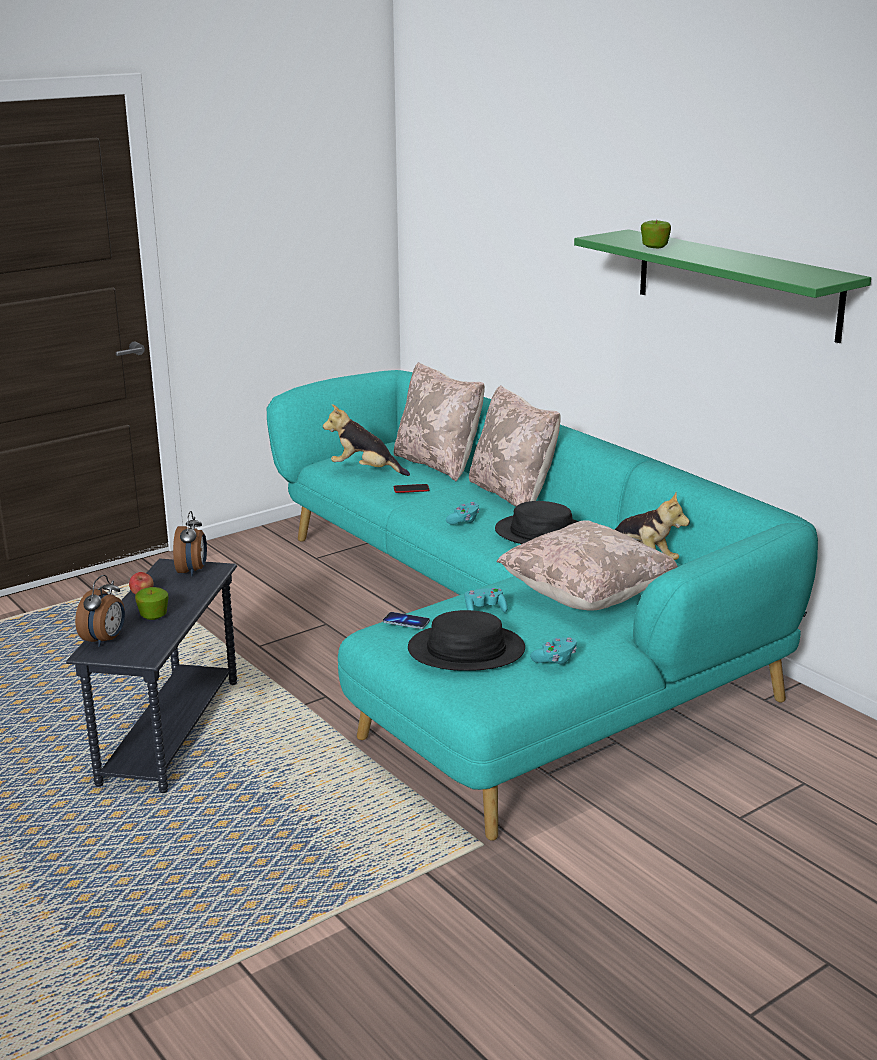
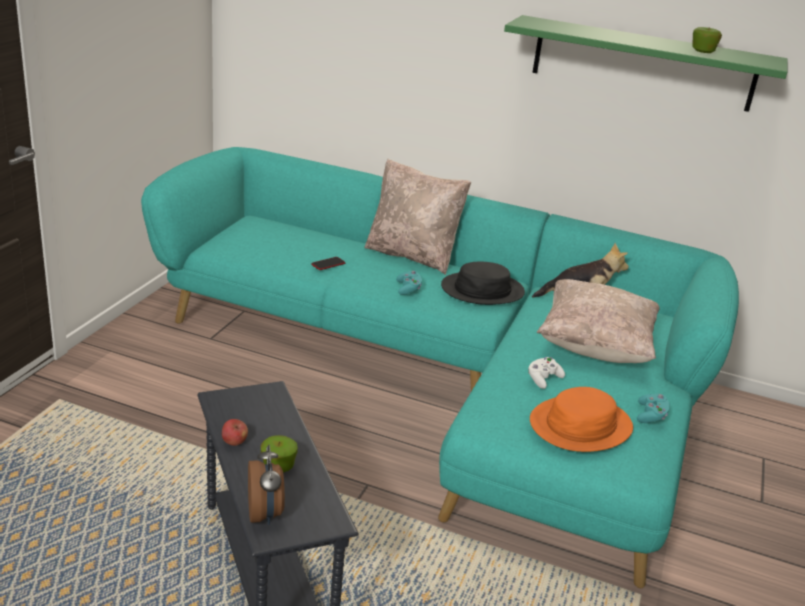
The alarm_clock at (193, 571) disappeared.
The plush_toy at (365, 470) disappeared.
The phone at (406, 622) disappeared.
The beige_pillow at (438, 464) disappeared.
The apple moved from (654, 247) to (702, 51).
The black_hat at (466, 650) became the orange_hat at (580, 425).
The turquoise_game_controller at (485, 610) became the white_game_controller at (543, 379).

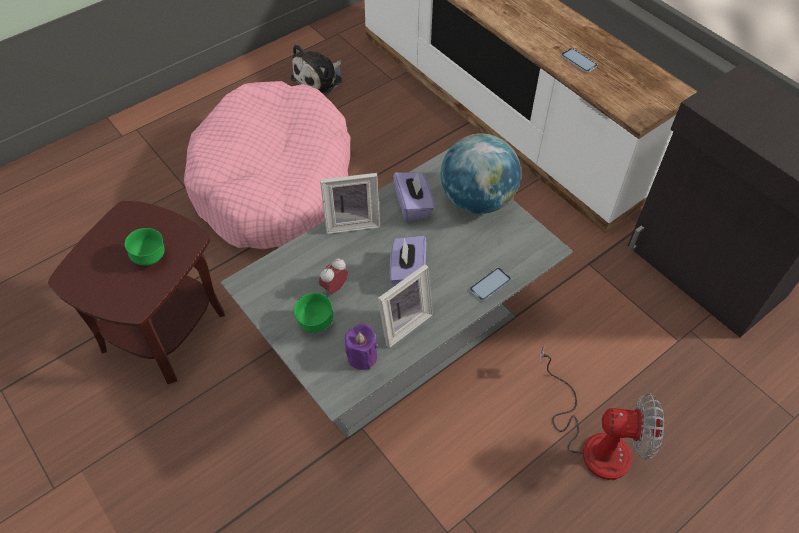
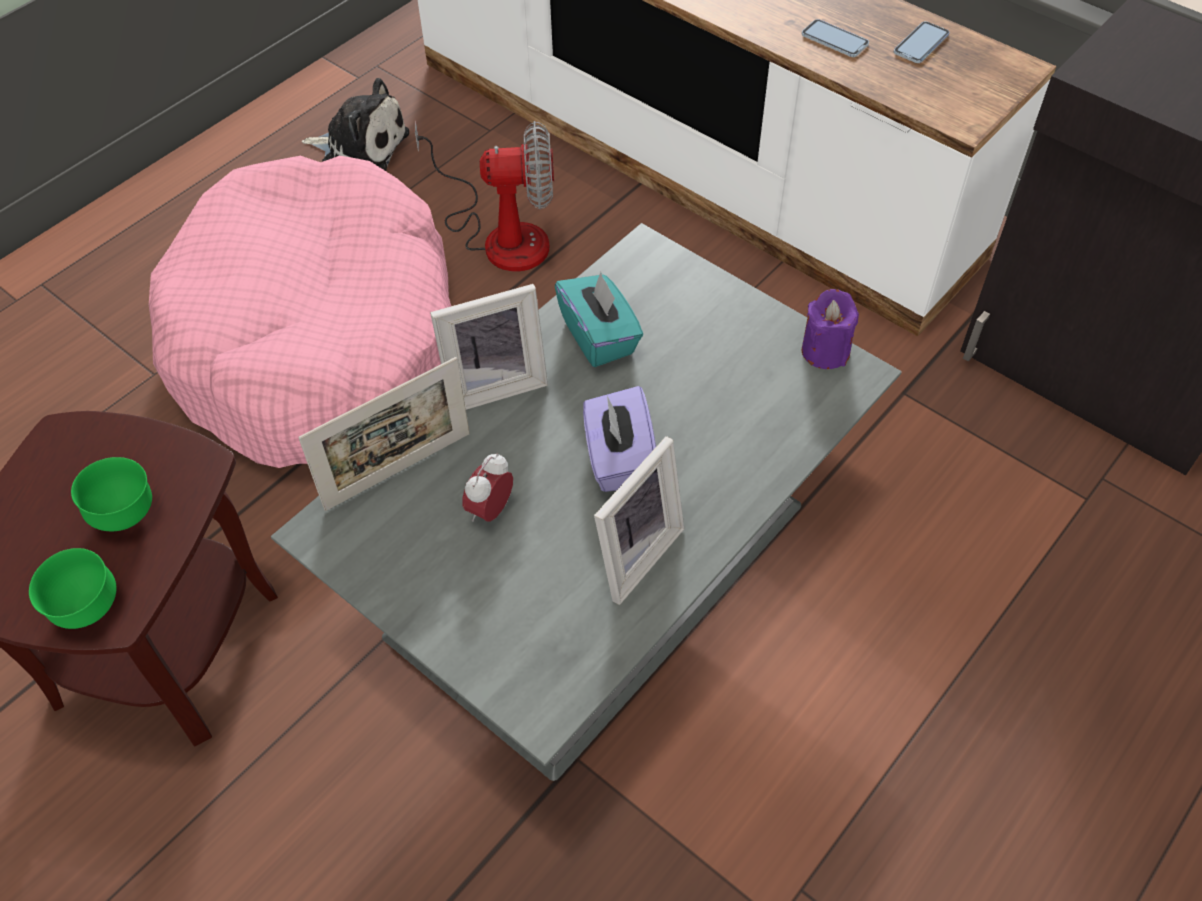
The globe at (477, 200) disappeared.
The picture_frame at (398, 471) appeared.
The green_bowl moved from (315, 324) to (88, 609).
The purple_candle moved from (362, 356) to (825, 351).
The phone moved from (490, 285) to (921, 44).
The fan moved from (594, 441) to (501, 235).
The purple_tissue_box at (413, 205) became the turquoise_tissue_box at (599, 337).
The plush_toy at (319, 79) turned 105 degrees counterclockwise.

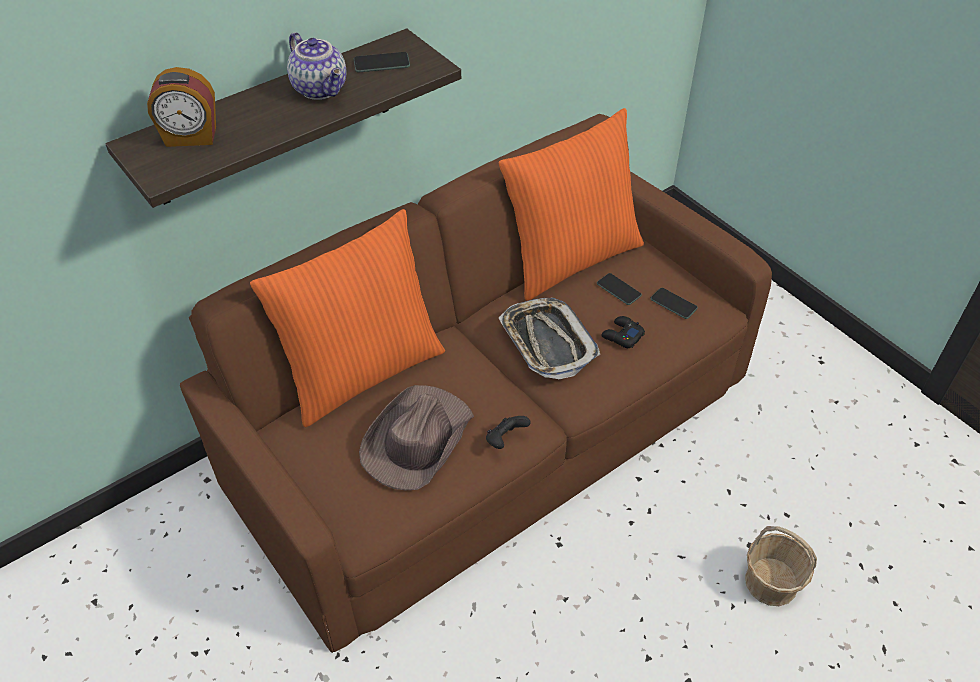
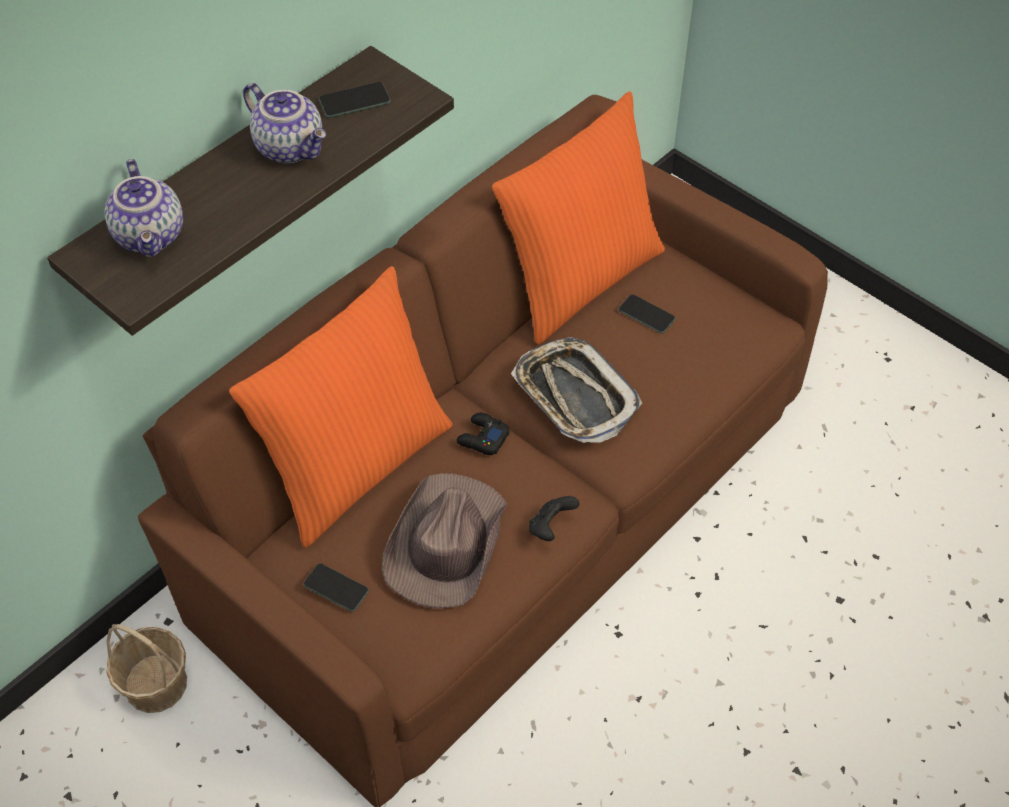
The black_game_controller moved from (622, 336) to (482, 438).
The phone moved from (673, 304) to (336, 588).
The basket moved from (771, 581) to (155, 683).
The alarm_clock at (191, 137) was replaced by the teapot at (152, 236).

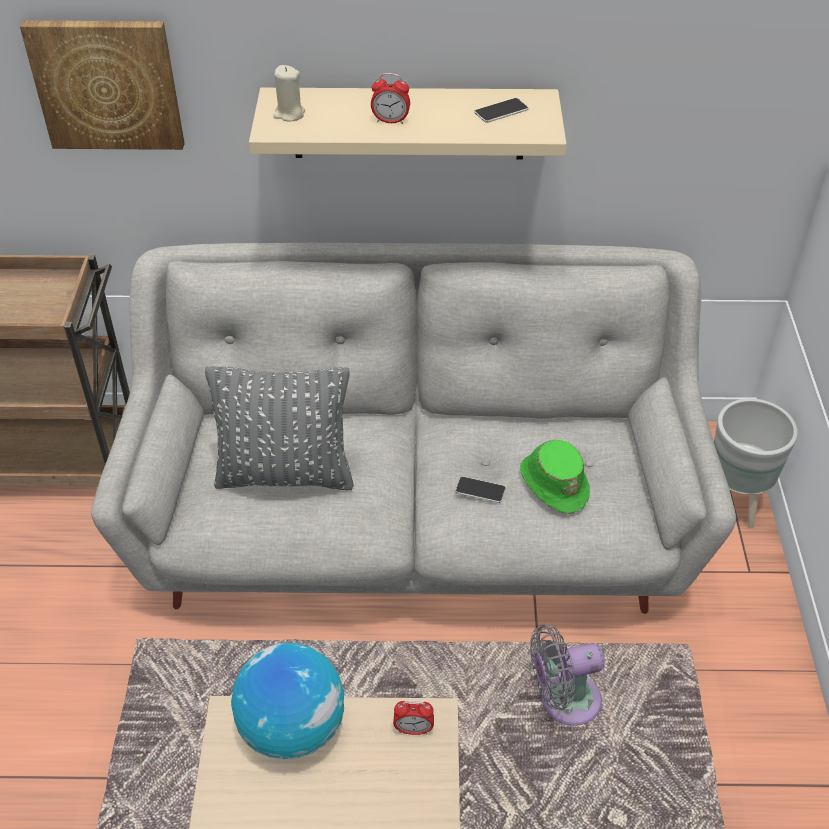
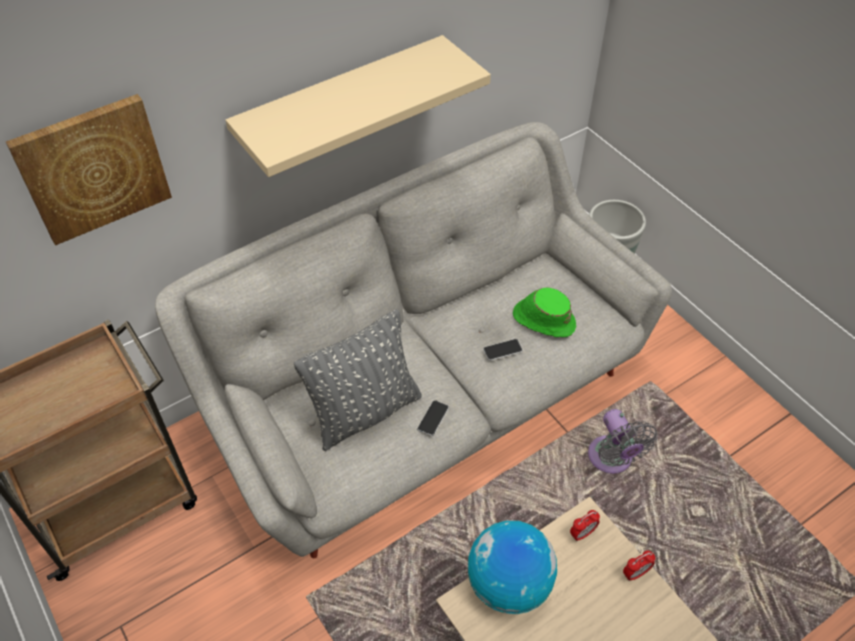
The beige_candle at (289, 114) disappeared.
The alarm_clock moved from (390, 121) to (635, 573).
The phone moved from (501, 111) to (433, 418).
The grey_fan at (563, 701) turned 60 degrees counterclockwise.

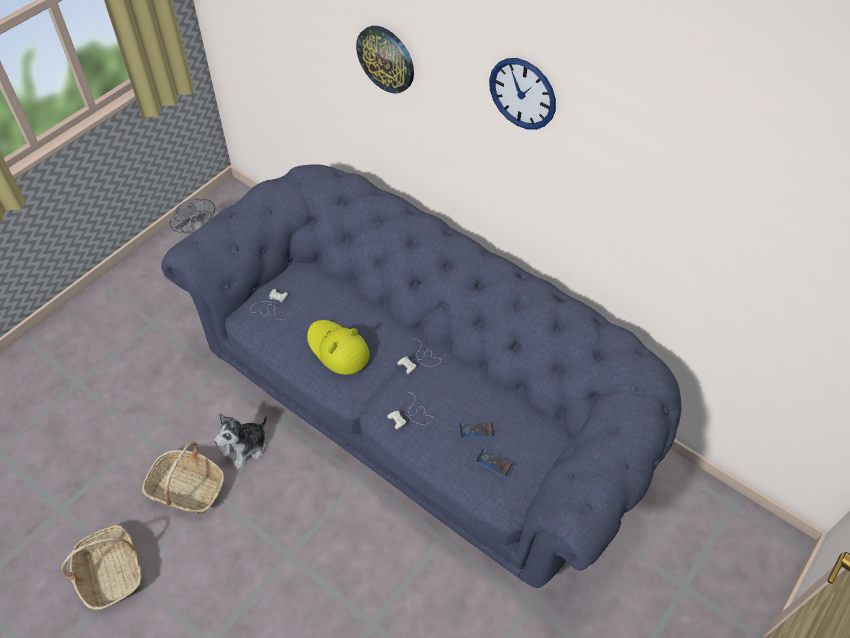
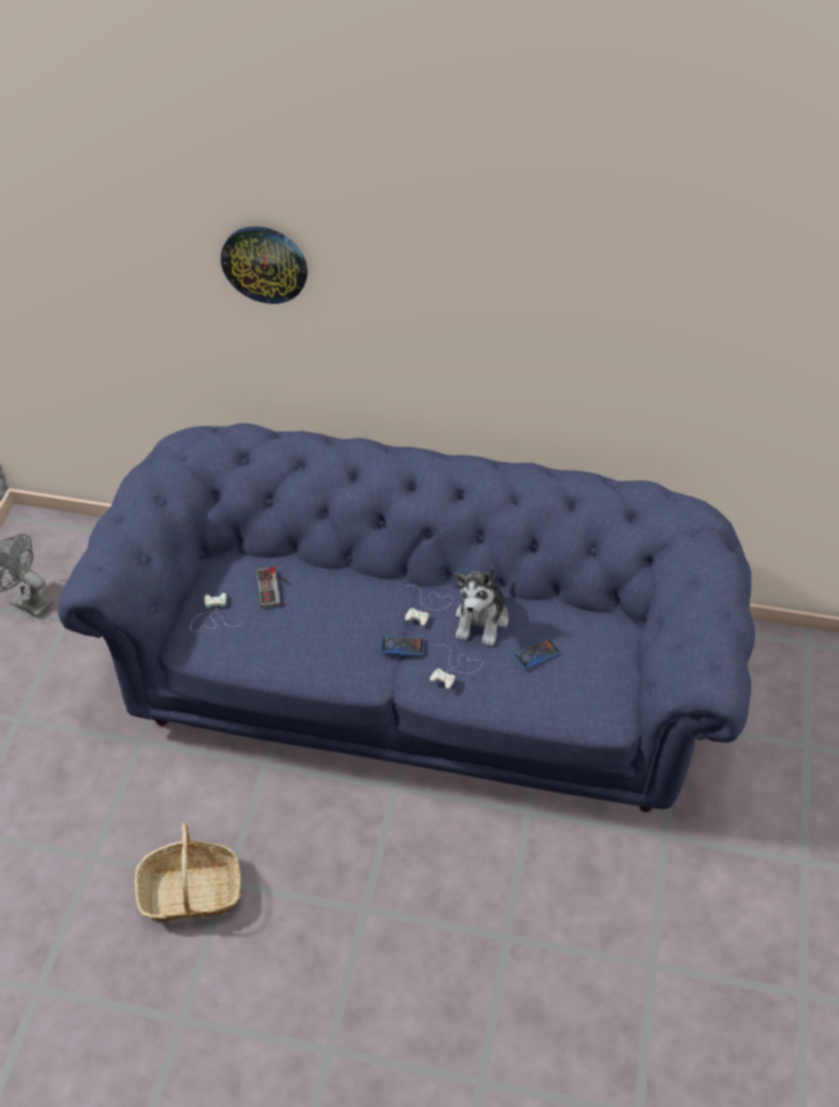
The basket at (111, 572) disappeared.
The yellow_hat at (337, 349) disappeared.
The wall_clock at (522, 93) disappeared.
The game_controller at (274, 588) appeared.
The plush_toy moved from (246, 447) to (481, 620).
The phone moved from (494, 463) to (402, 646).

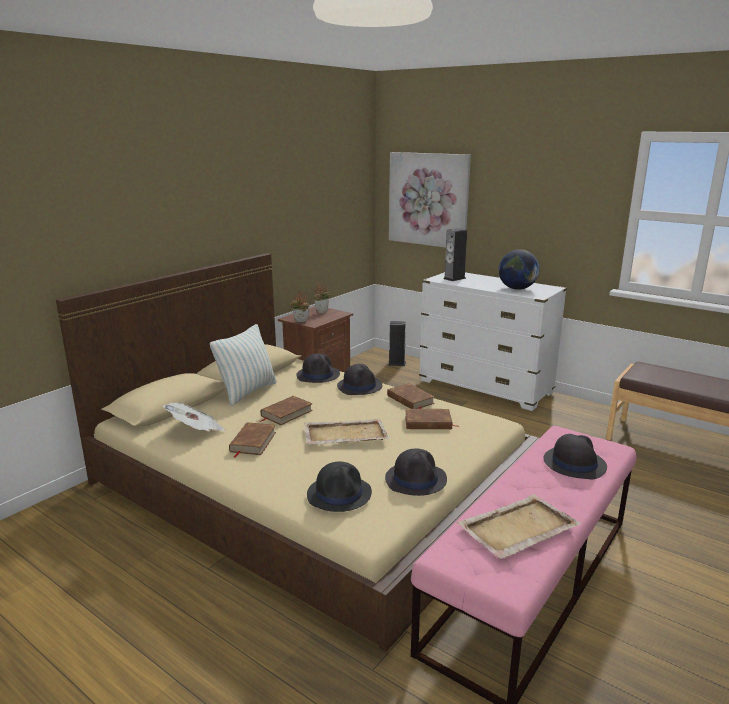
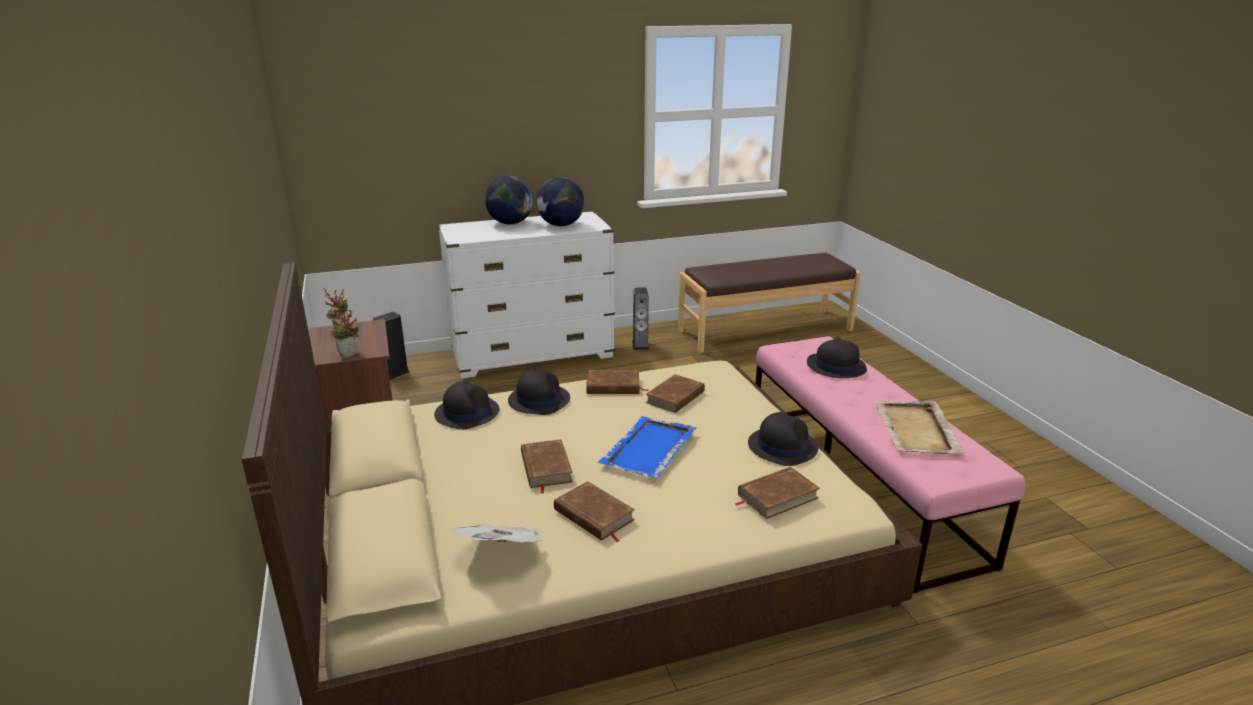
The pillow at (247, 392) disappeared.
The picture at (428, 199) disappeared.
The globe at (510, 223) appeared.
The speaker moved from (454, 278) to (640, 345).
The black_hat at (339, 494) was replaced by the brown_book at (777, 496).
The beige_tray at (344, 434) became the blue_tray at (648, 450).

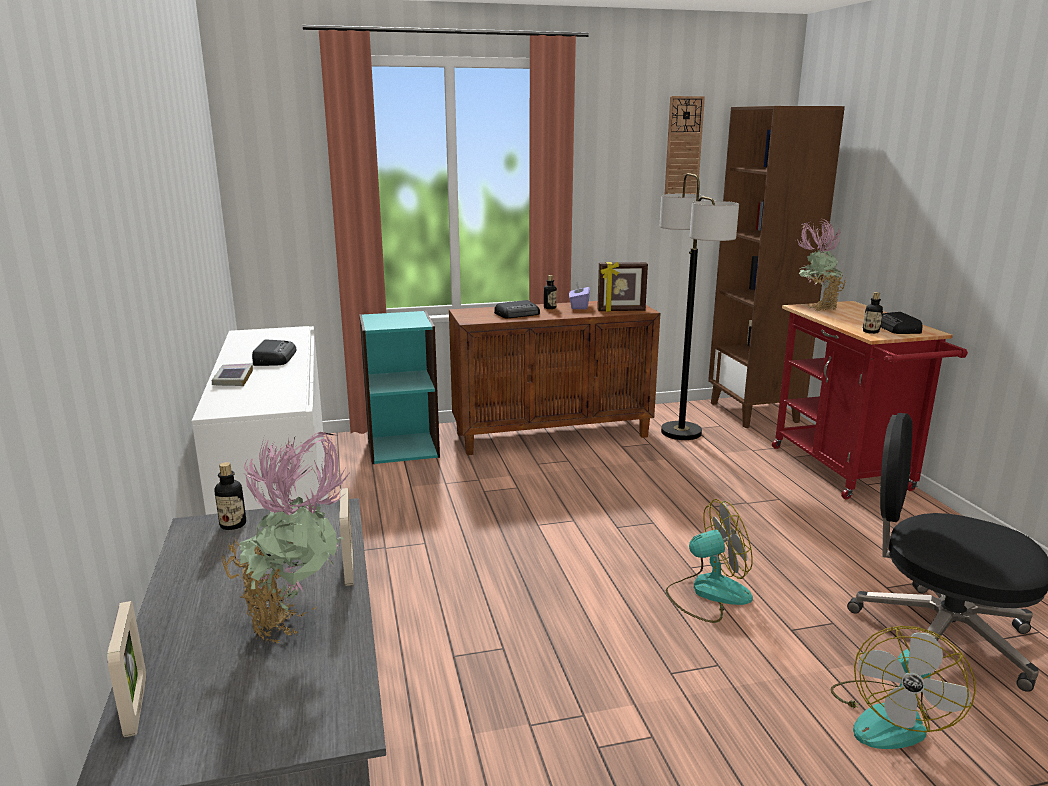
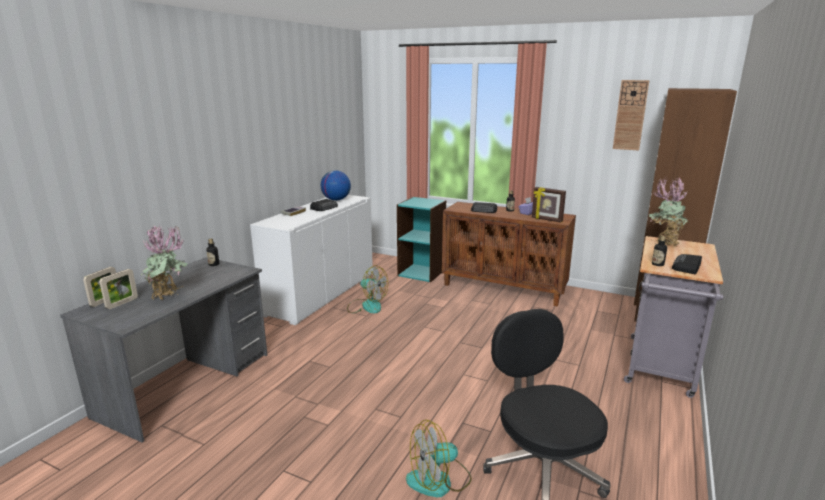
The floor_lamp at (681, 432) disappeared.
The globe at (336, 200) appeared.
The picture_frame moved from (349, 568) to (122, 303).
The fan moved from (708, 593) to (366, 306).
The red_cart at (846, 472) became the grey_cart at (660, 369).

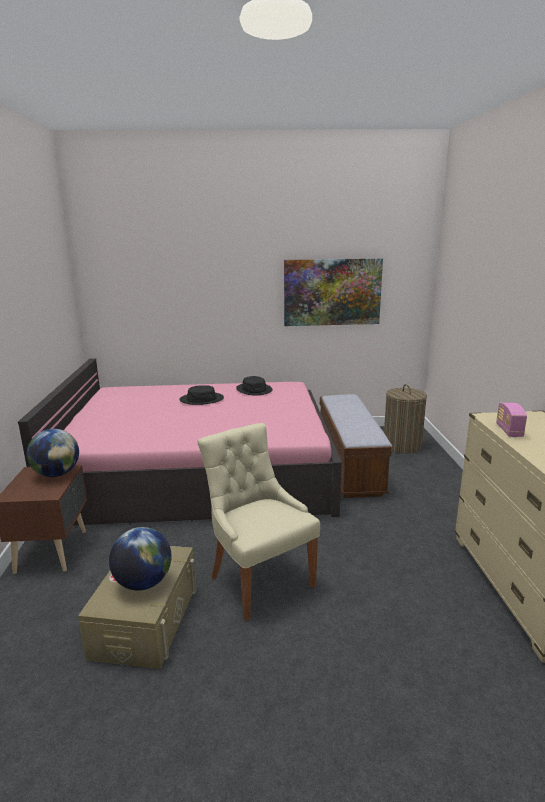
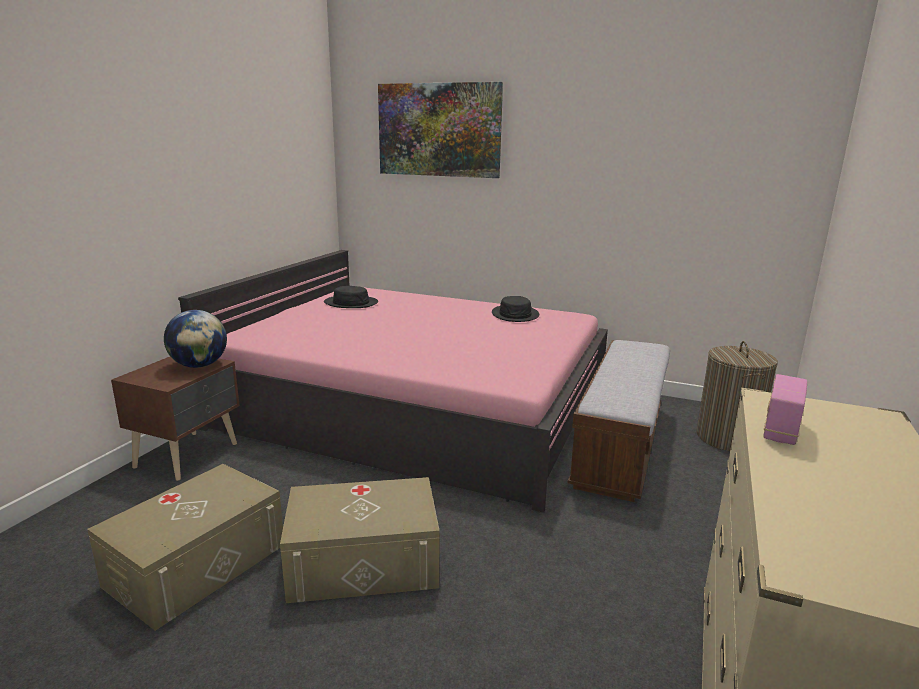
The globe at (143, 583) disappeared.
The black_hat moved from (201, 399) to (351, 303).
The picture moved from (332, 292) to (439, 130).
The beige_chair at (259, 579) was replaced by the beige_storage_box at (363, 562).

